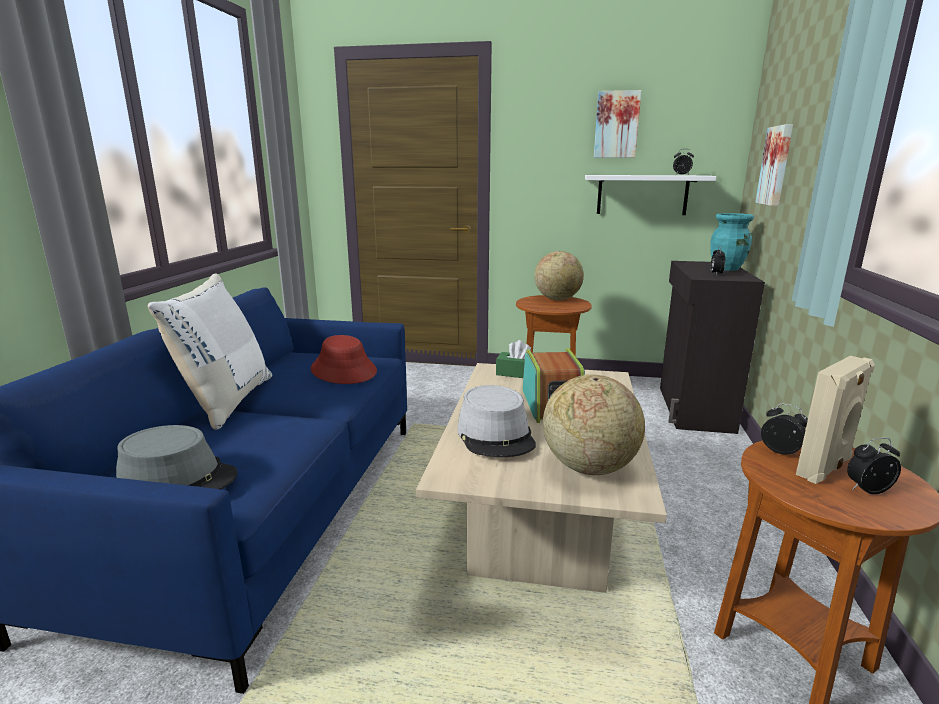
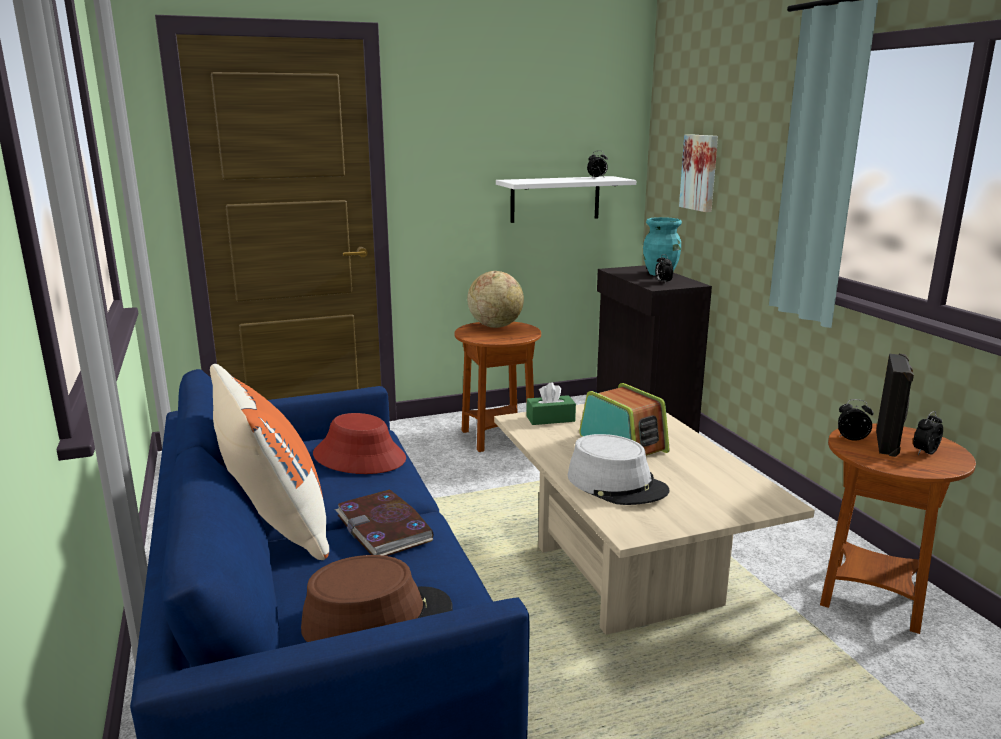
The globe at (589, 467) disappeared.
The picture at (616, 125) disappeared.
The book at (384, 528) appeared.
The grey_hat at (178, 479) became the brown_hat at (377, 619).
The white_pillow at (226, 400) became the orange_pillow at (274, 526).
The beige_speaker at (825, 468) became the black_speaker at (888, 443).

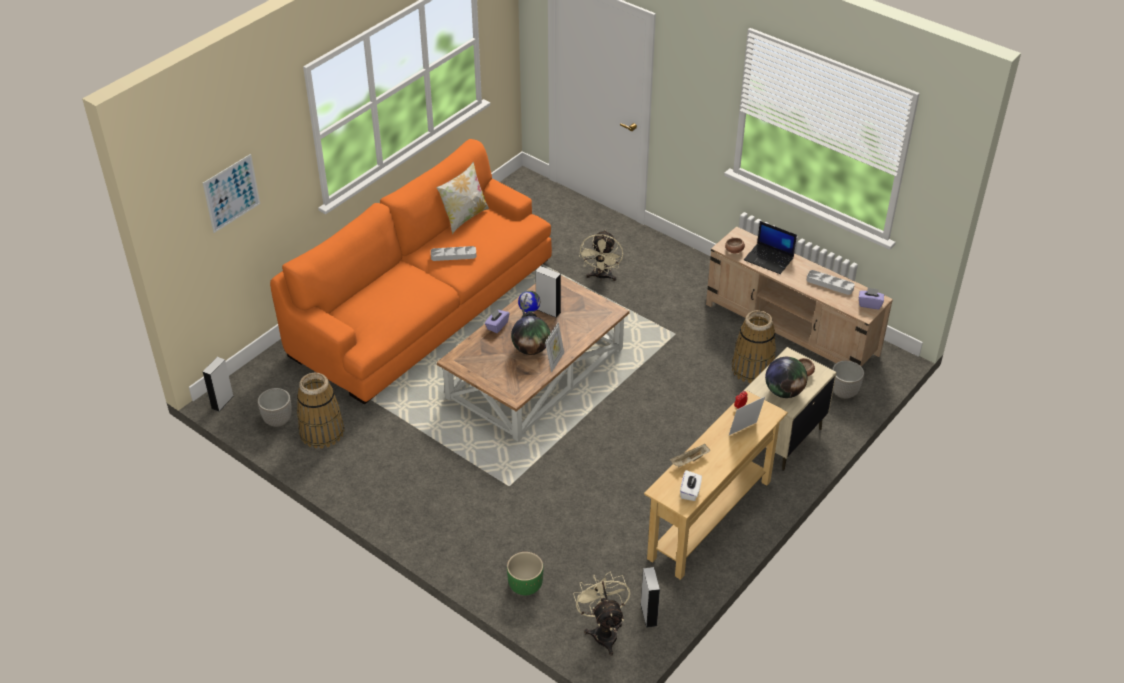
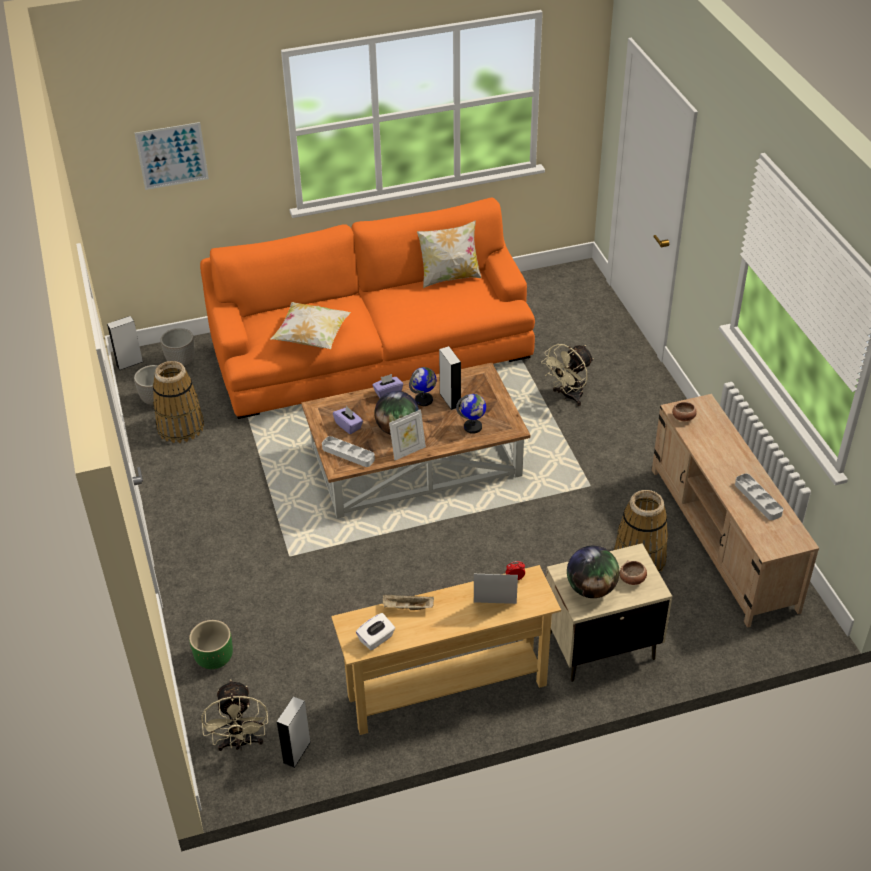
The laptop at (769, 259) disappeared.
The pillow at (312, 338) appeared.
The globe at (473, 427) appeared.
The grey_tray moved from (453, 255) to (348, 454).
The planter moved from (843, 392) to (181, 362).
The purple_tissue_box moved from (869, 304) to (348, 426).
The beige_fan at (603, 631) turned 150 degrees clockwise.

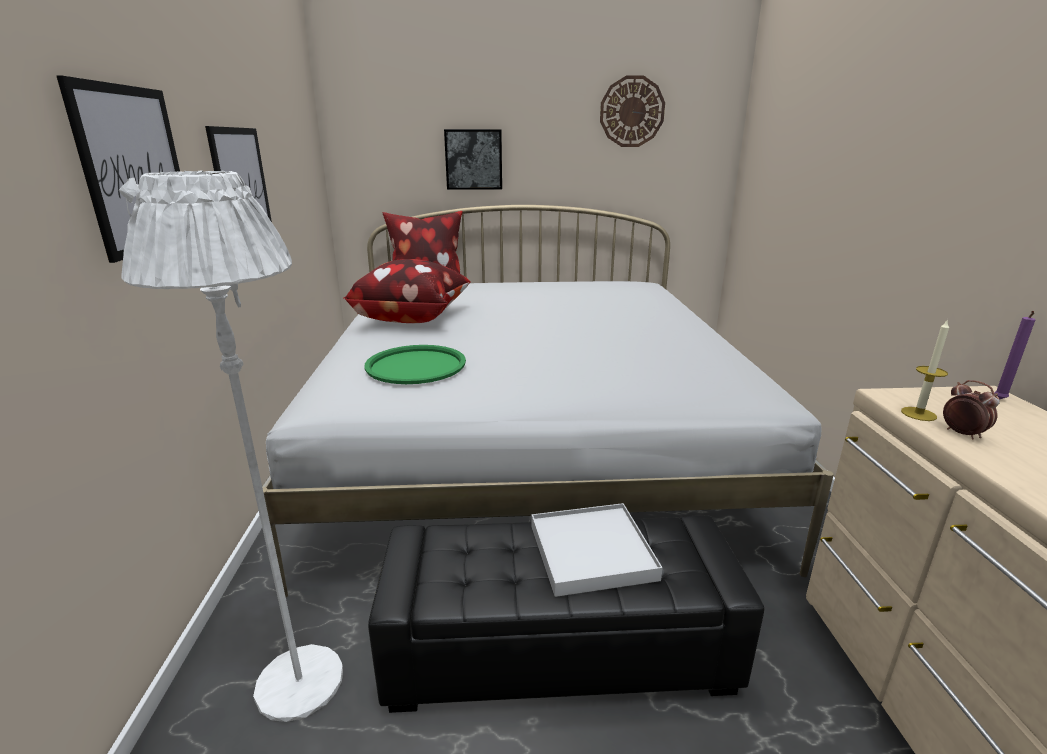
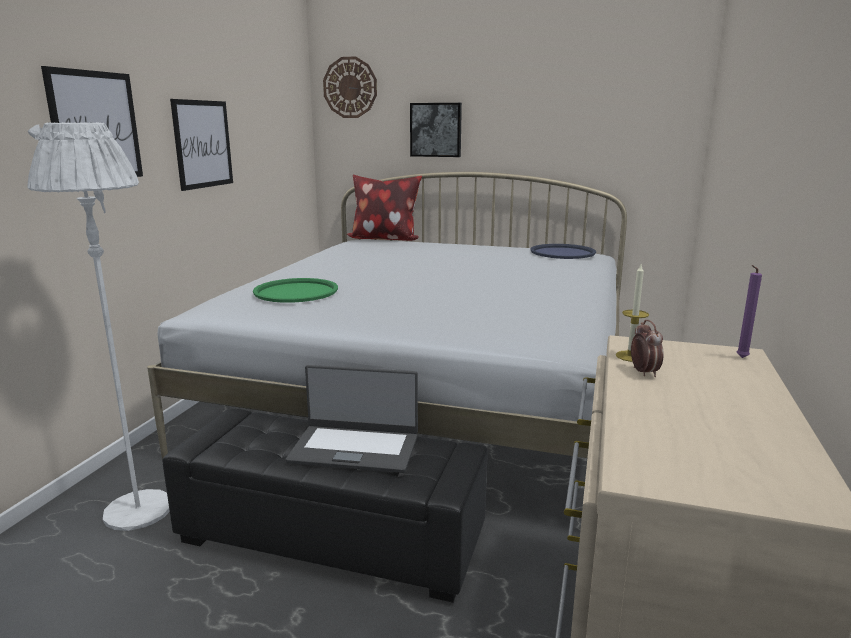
The pillow at (411, 318) disappeared.
The blue_tray at (562, 252) appeared.
The wall_clock moved from (632, 112) to (350, 87).
The white_tray at (592, 552) was replaced by the laptop at (355, 448).

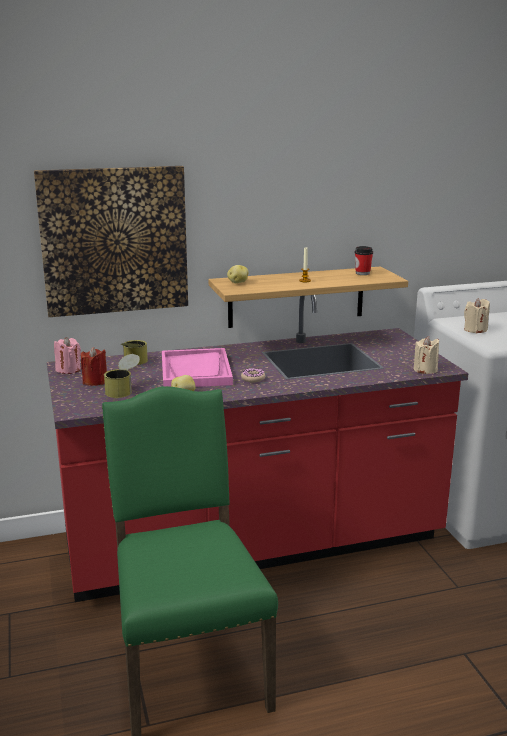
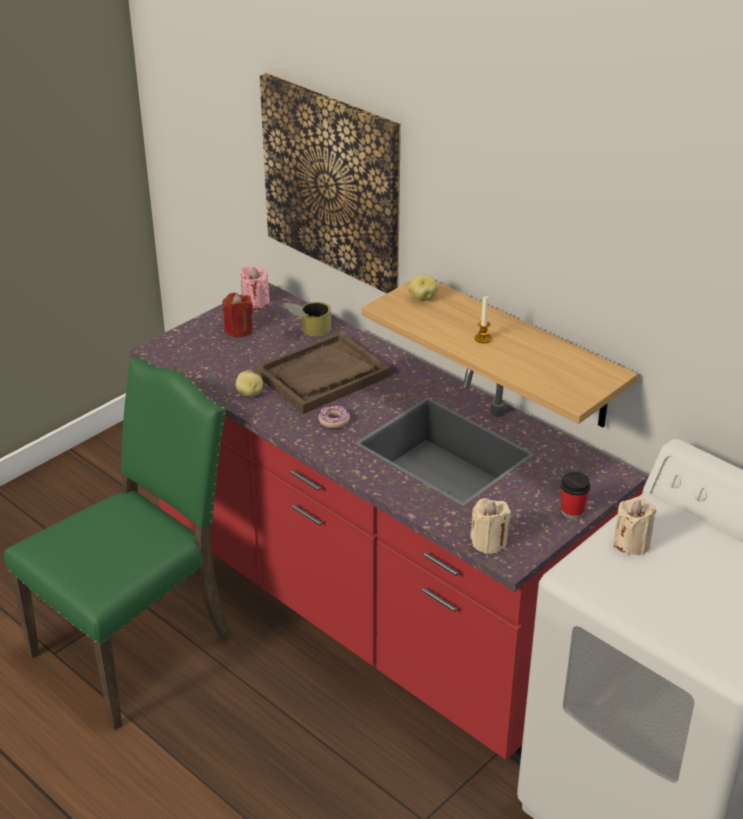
The can at (123, 390) disappeared.
The cup moved from (362, 273) to (572, 511).
The pink_tray at (196, 371) became the brown_tray at (322, 376).

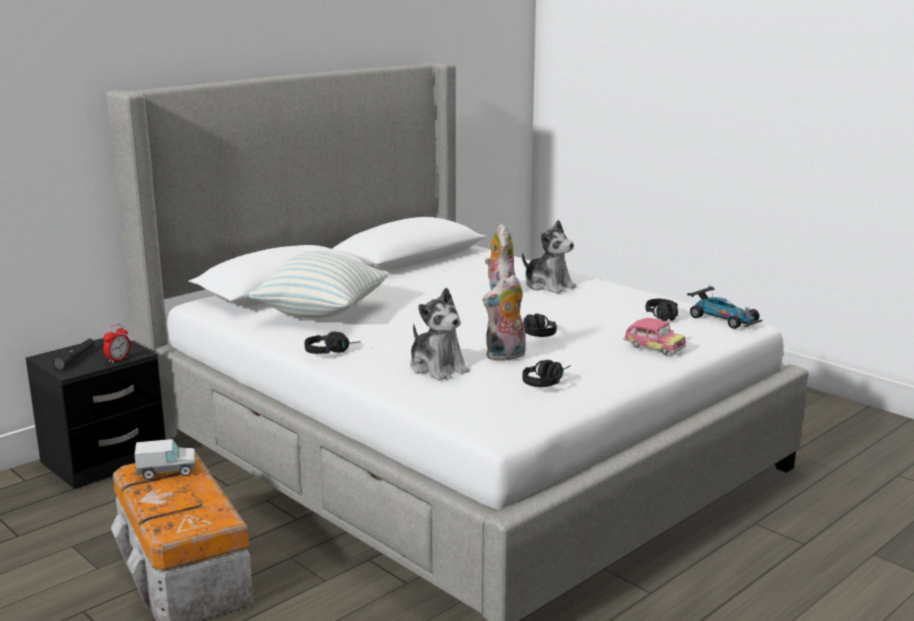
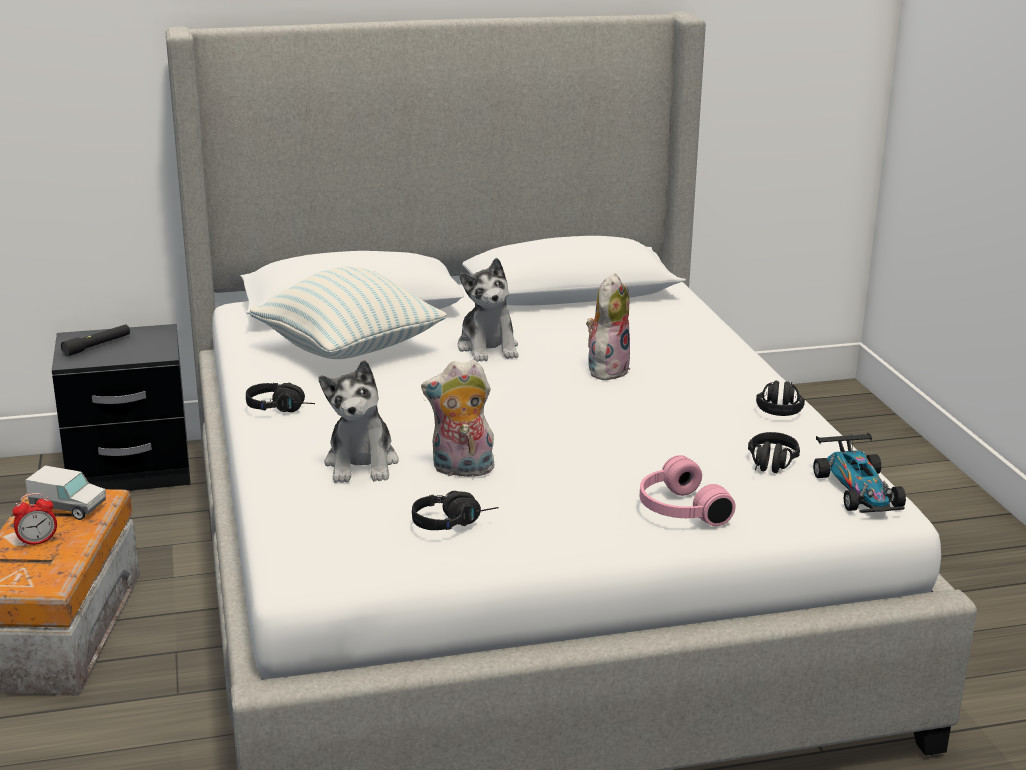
The alarm_clock moved from (118, 360) to (37, 542).
The plush_toy moved from (548, 285) to (488, 348).
The black_headphones moved from (535, 332) to (779, 407).
The toy_car at (653, 347) was replaced by the pink_headphones at (678, 510).

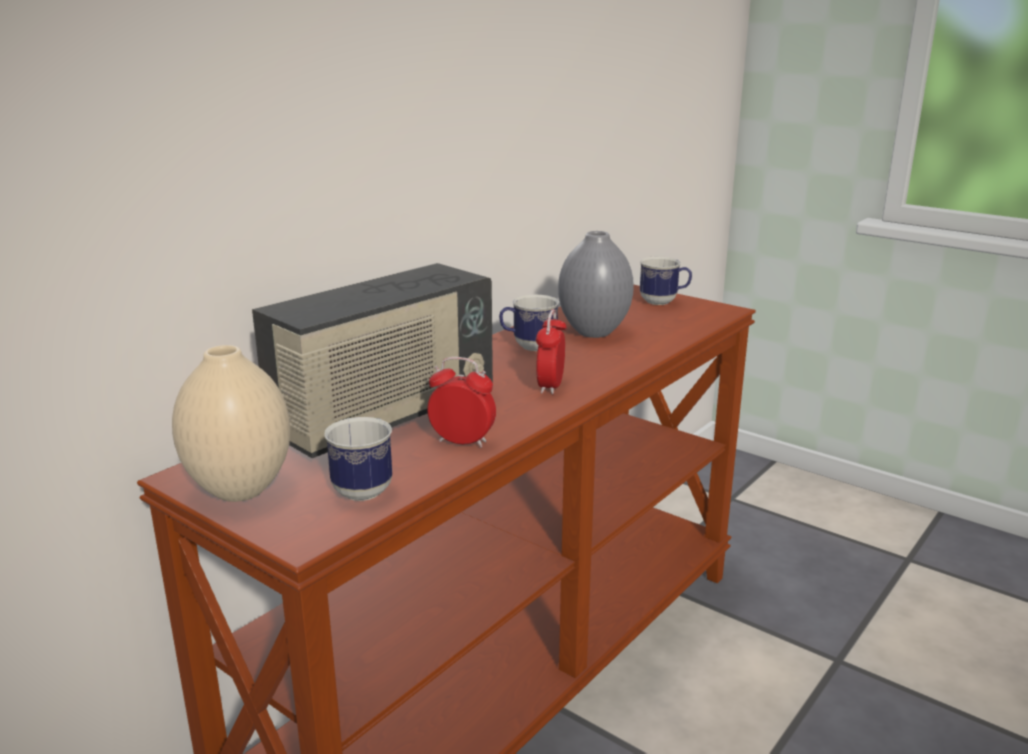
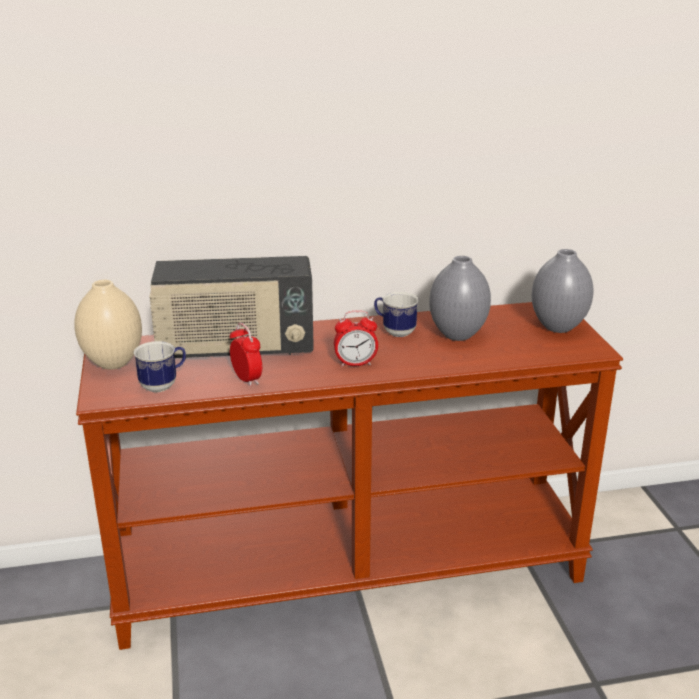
The mug at (663, 302) was replaced by the grey_vase at (559, 327).
The alarm_clock at (550, 386) turned 150 degrees counterclockwise.

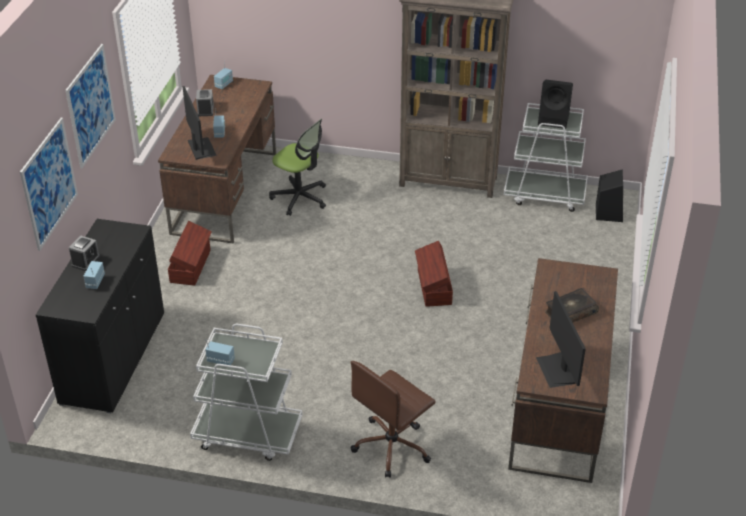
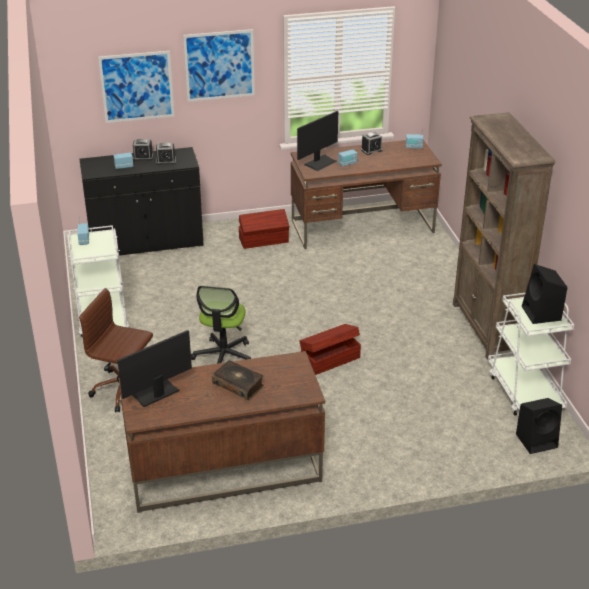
The alarm_clock at (166, 161) appeared.
The office_chair moved from (300, 198) to (223, 356).

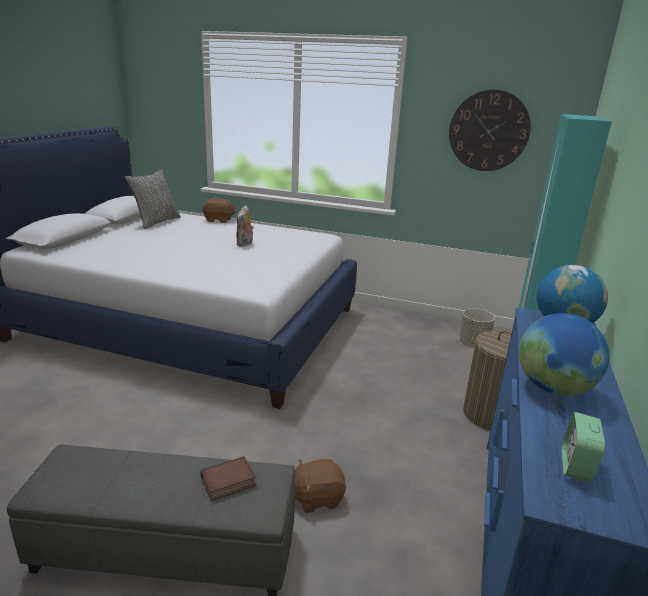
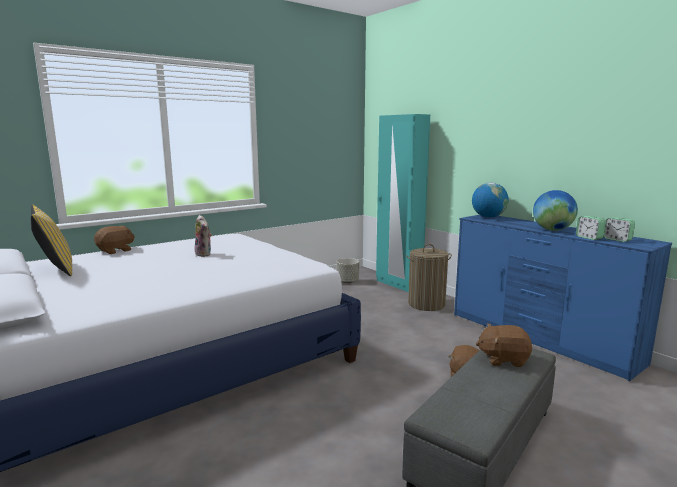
The wall_clock at (488, 131) disappeared.
The alarm_clock at (589, 238) appeared.
The book at (228, 483) was replaced by the brown_plush_toy at (503, 359).
The grey_pillow at (156, 222) became the yellow_pillow at (56, 270).

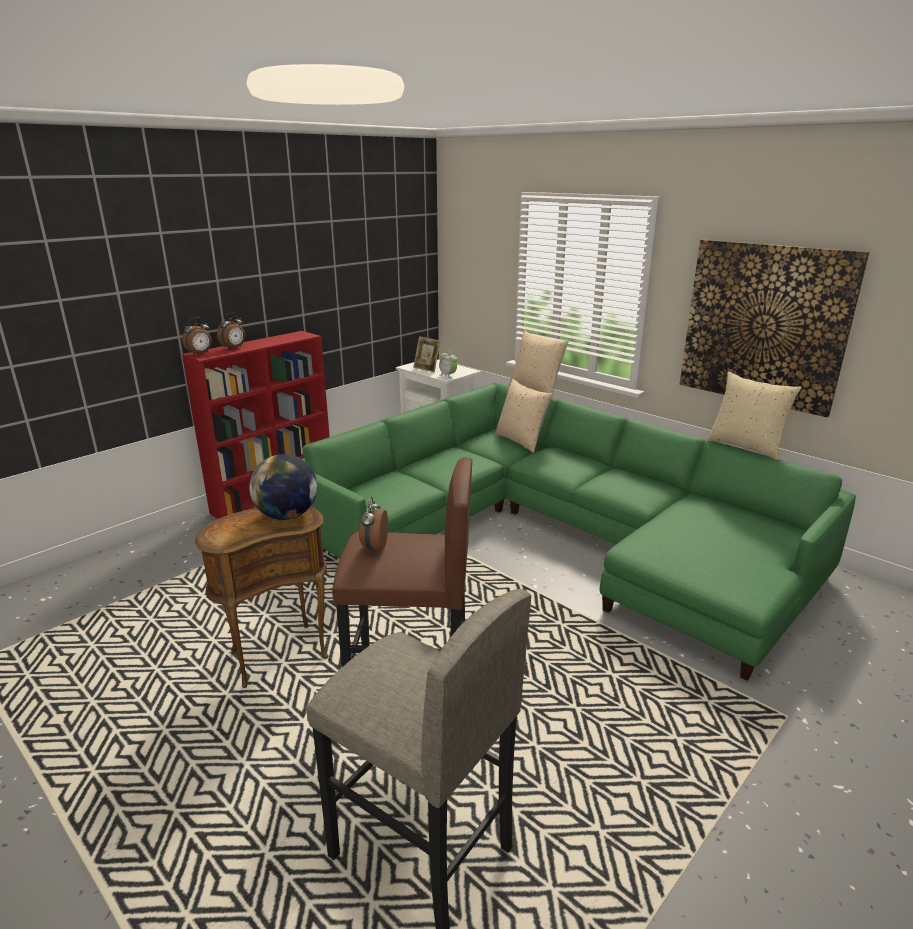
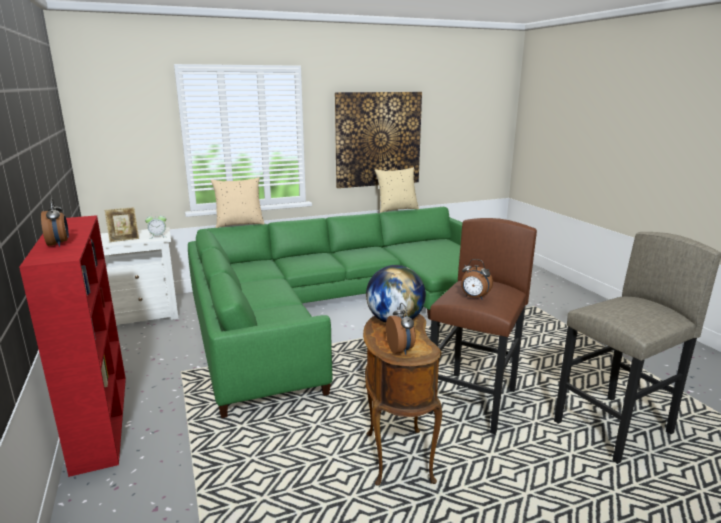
The beige_pillow at (521, 441) disappeared.
The alarm_clock moved from (200, 353) to (400, 350).

